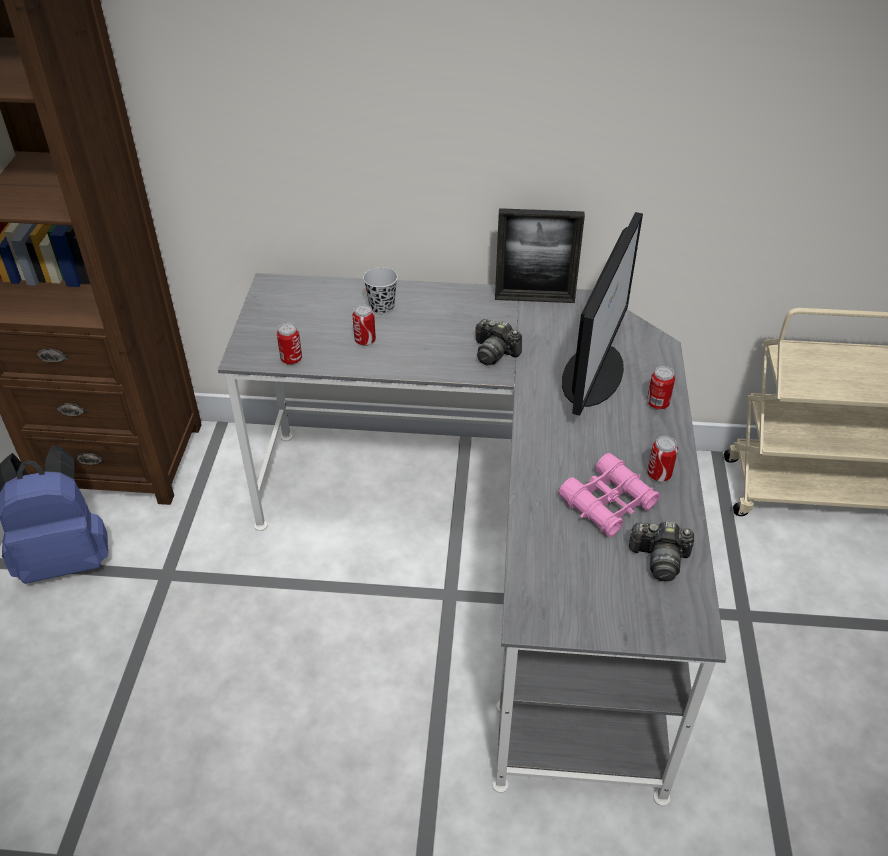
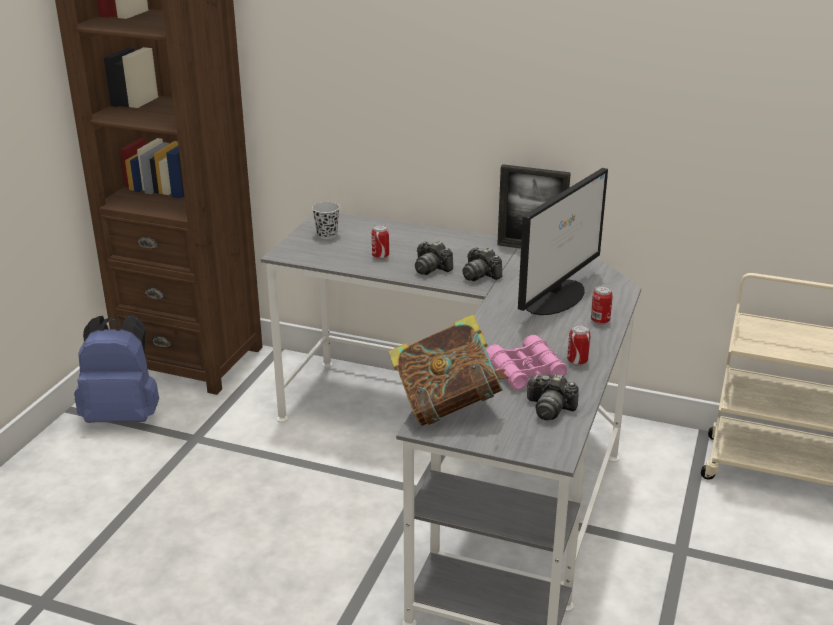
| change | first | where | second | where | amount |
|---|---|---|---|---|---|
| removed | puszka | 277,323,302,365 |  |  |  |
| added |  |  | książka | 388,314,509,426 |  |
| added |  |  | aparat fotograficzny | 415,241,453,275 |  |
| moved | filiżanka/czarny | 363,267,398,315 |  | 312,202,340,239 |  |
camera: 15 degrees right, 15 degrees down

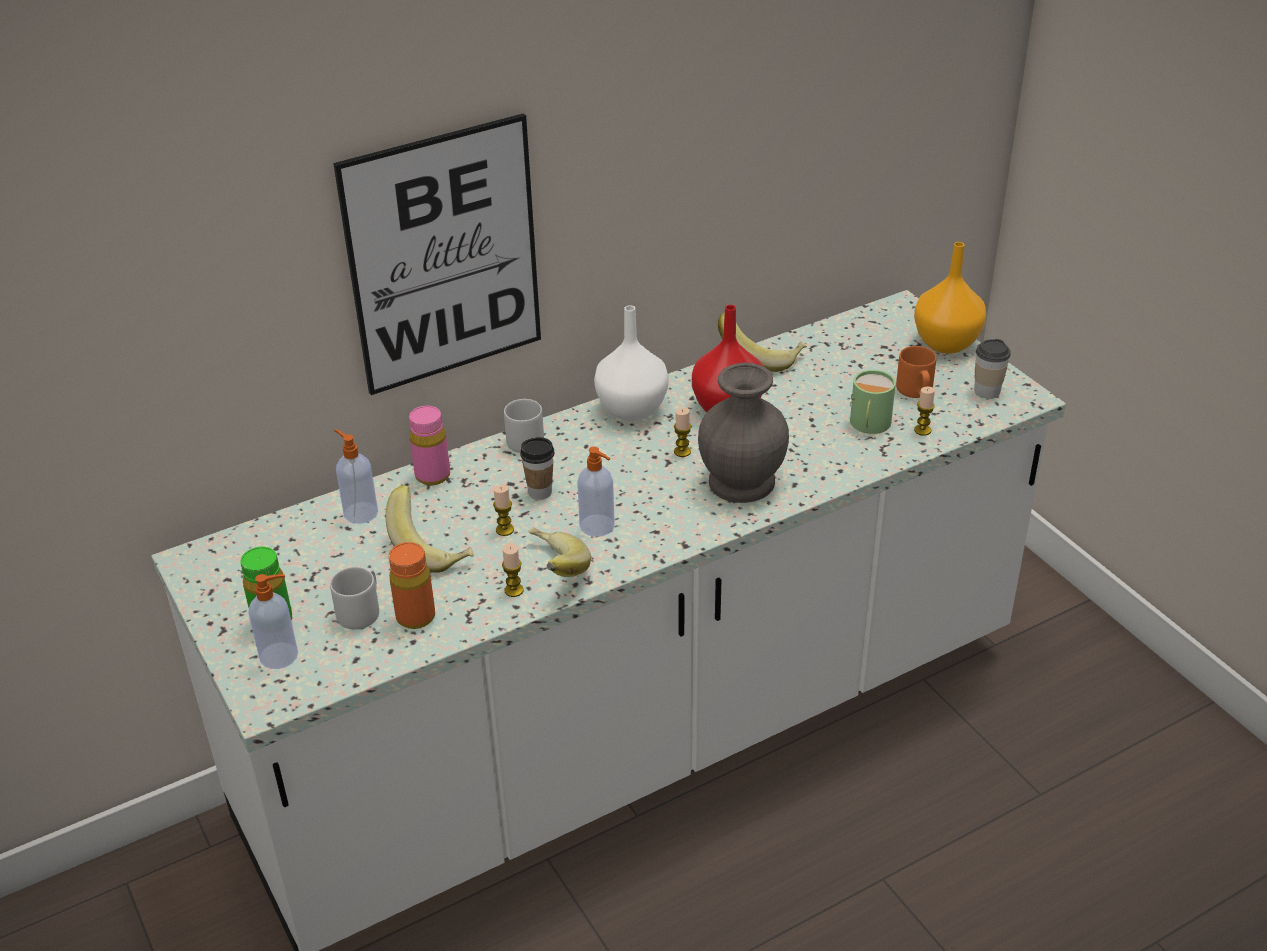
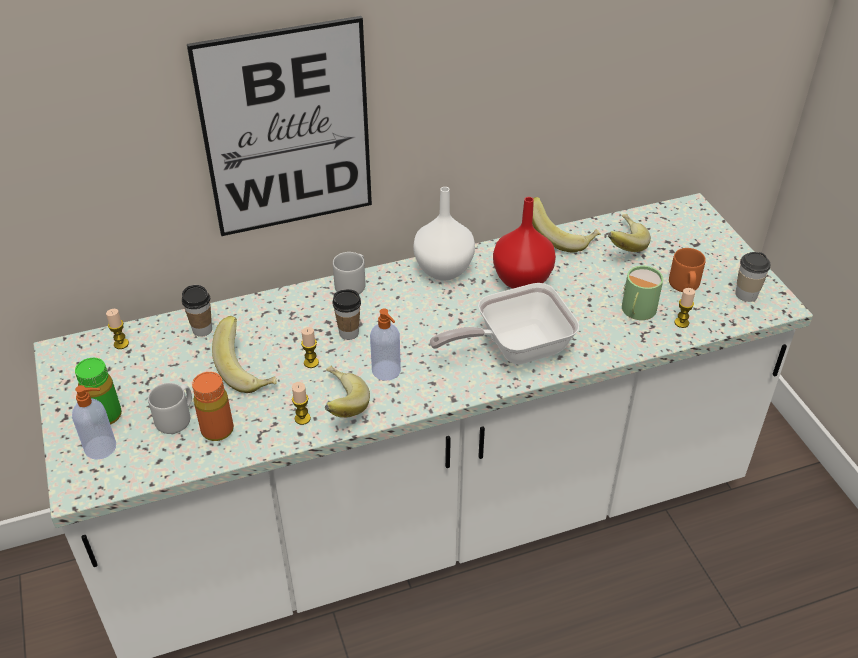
| change | first | where | second | where | amount |
|---|---|---|---|---|---|
| removed | butelka/różowy | 409,406,450,485 |  |  |  |
| removed | wazon/pomarańczowy | 914,242,986,354 |  |  |  |
| added |  |  | banan | 608,214,651,252 |  |
| moved | świeca | 674,408,691,457 |  | 106,309,129,349 |  |
| replaced | dozownik mydła | 334,429,378,524 | filiżanka | 182,285,212,337 |  |
| replaced | wazon/szary | 698,363,789,503 | patelnia | 430,283,579,365 |  |
camera: 10 degrees right, 5 degrees up

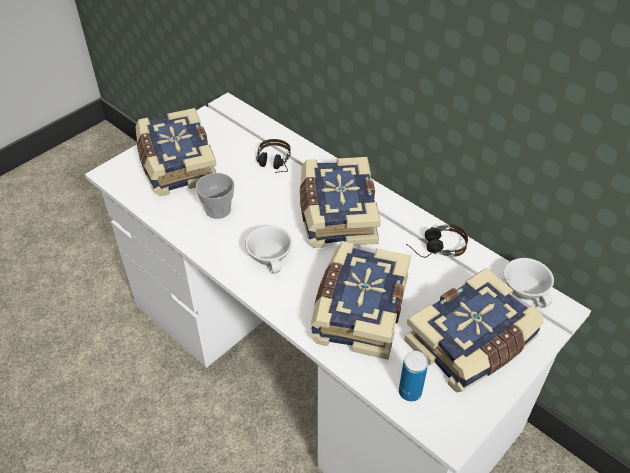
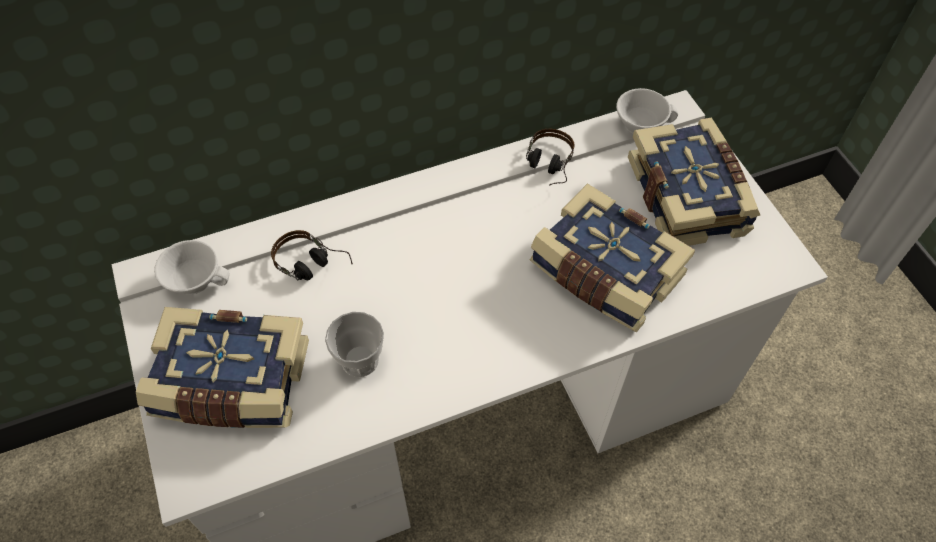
| change | first | where | second | where | amount |
|---|---|---|---|---|---|
| removed | książka | 300,157,381,248 |  |  |  |
| removed | puszka | 399,351,428,402 |  |  |  |
| moved | filiżanka/biały | 245,226,292,274 |  | 154,240,230,295 |  |
camera: 65 degrees left, 10 degrees up

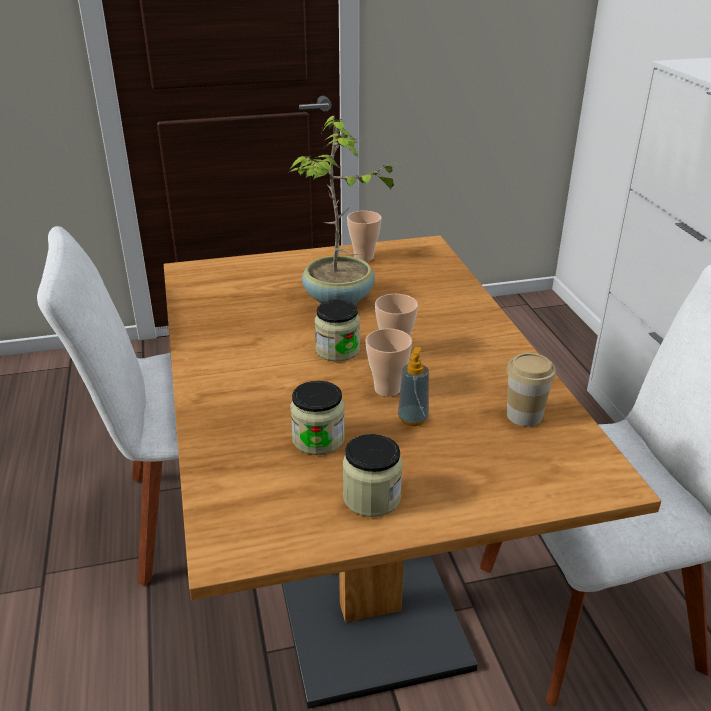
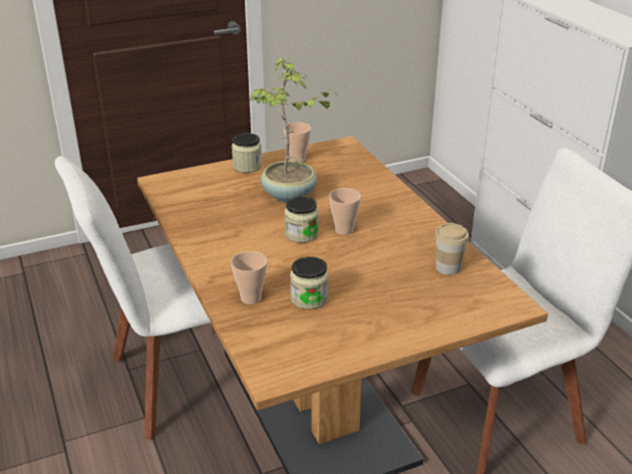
| change | first | where | second | where | amount |
|---|---|---|---|---|---|
| removed | dozownik mydła | 398,347,429,426 |  |  |  |
| moved | słoik | 343,434,403,517 |  | 232,133,262,173 |  |
| moved | filiżanka | 365,328,412,397 |  | 231,251,267,304 |  |
camera: 10 degrees left, 0 degrees up

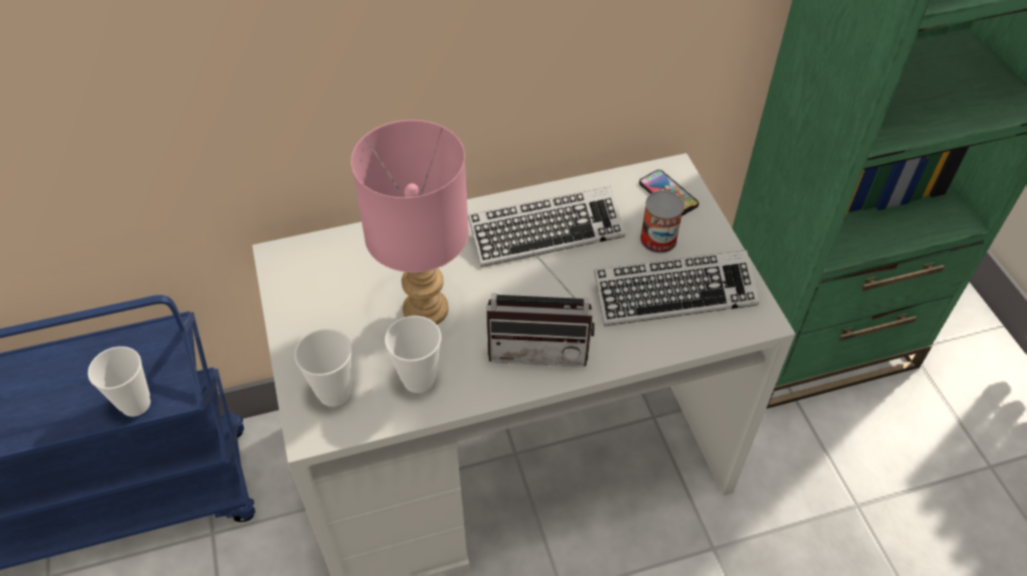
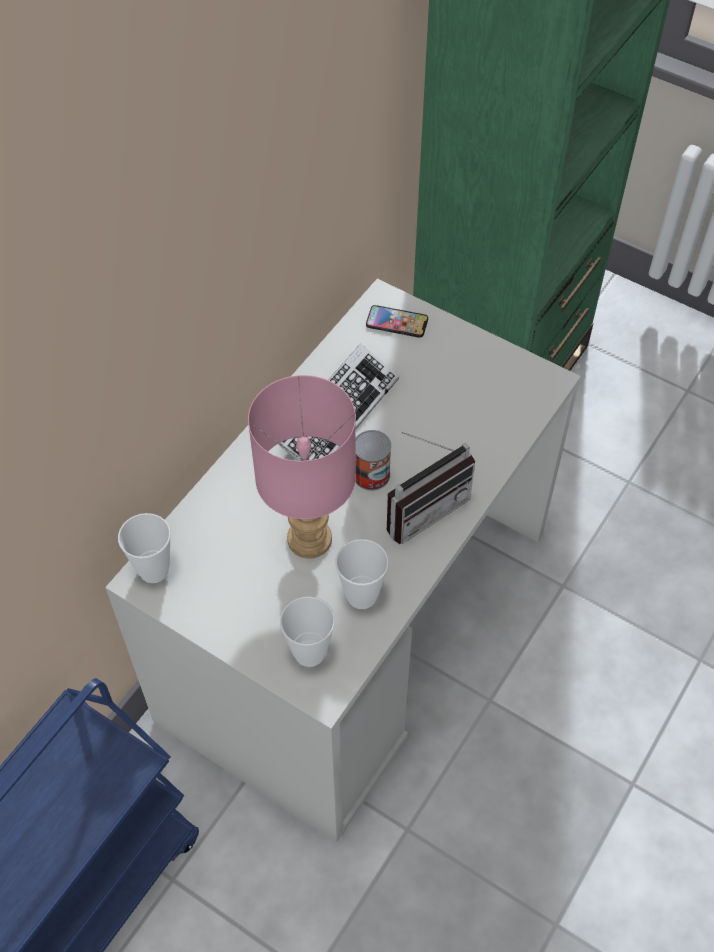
| change | first | where | second | where | amount |
|---|---|---|---|---|---|
| removed | klawiatura | 594,250,759,326 |  |  |  |
| moved | filiżanka | 88,346,151,417 |  | 118,513,171,583 |  |
| moved | puszka | 640,191,684,253 |  | 355,430,391,491 |  |
camera: 40 degrees left, 5 degrees up

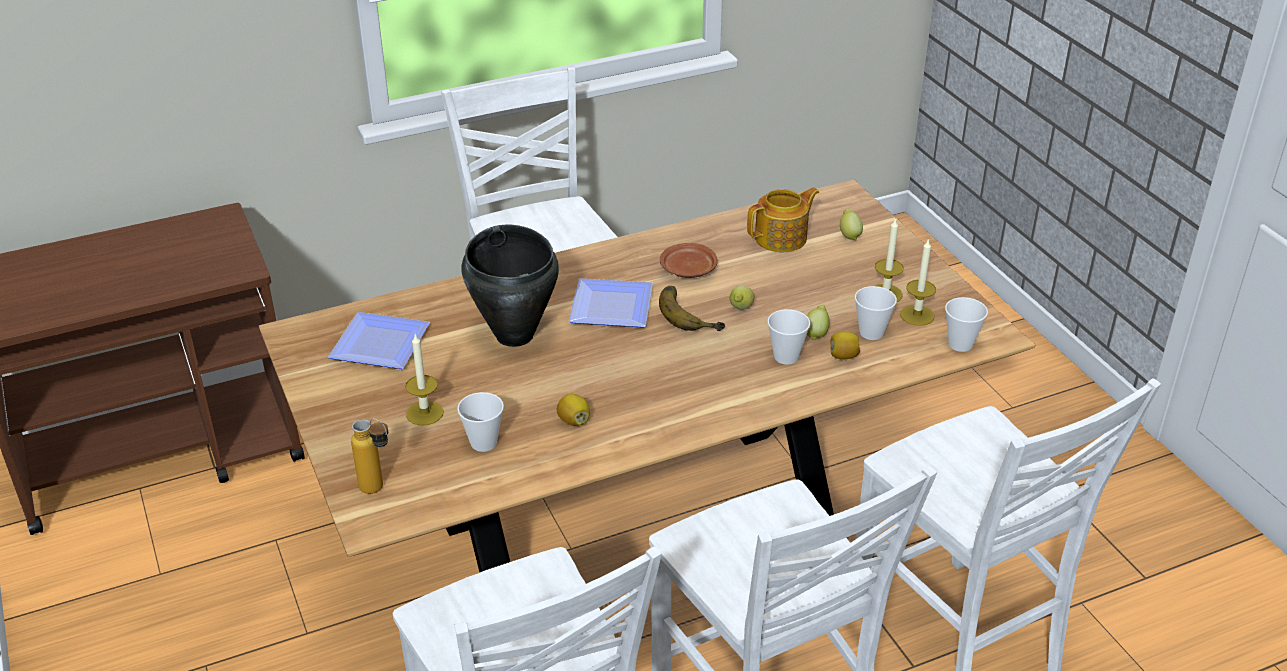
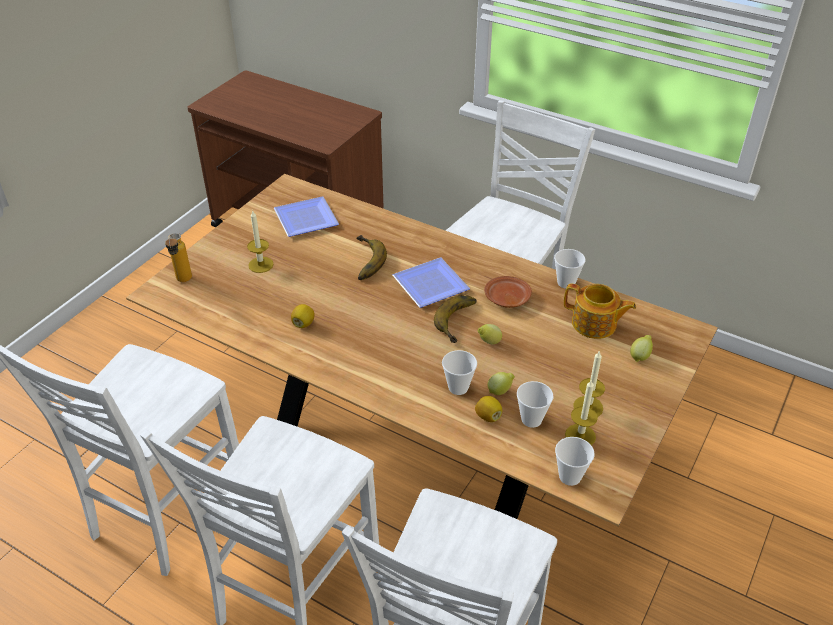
| change | first | where | second | where | amount |
|---|---|---|---|---|---|
| moved | filiżanka | 457,392,504,452 |  | 554,249,586,289 |  |
| replaced | garnek/czarny | 461,225,559,347 | banan | 356,235,387,280 |  |
camera: 55 degrees right, 5 degrees up

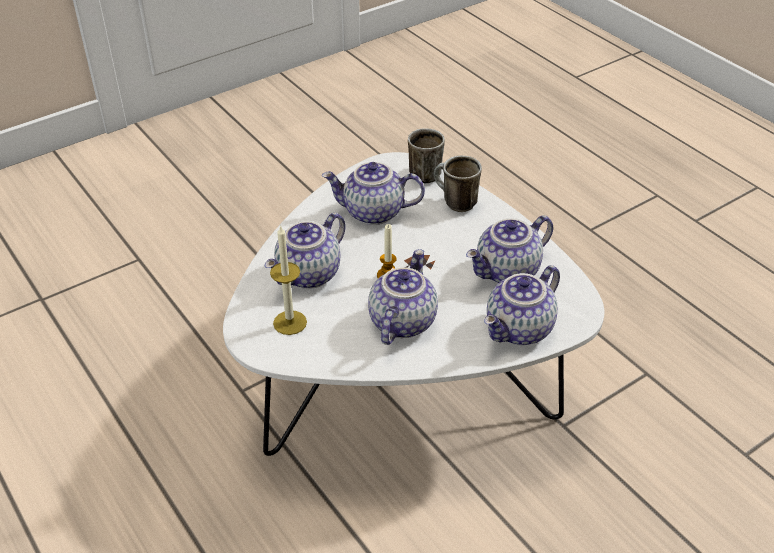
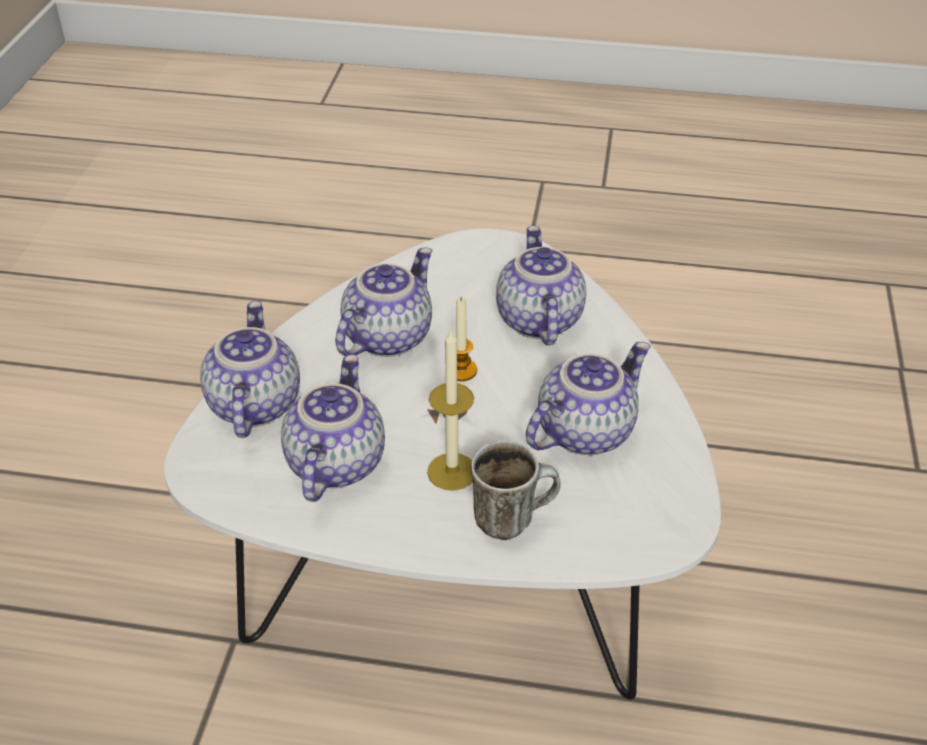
| change | first | where | second | where | amount |
|---|---|---|---|---|---|
| removed | kubek | 408,128,445,183 |  |  |  |
| moved | świeca | 270,225,307,335 |  | 427,330,474,491 |  |
| turned | imbryk | 368,249,438,345 |  | 335,247,433,357 | 120 degrees counterclockwise |
camera: 135 degrees right, 0 degrees up

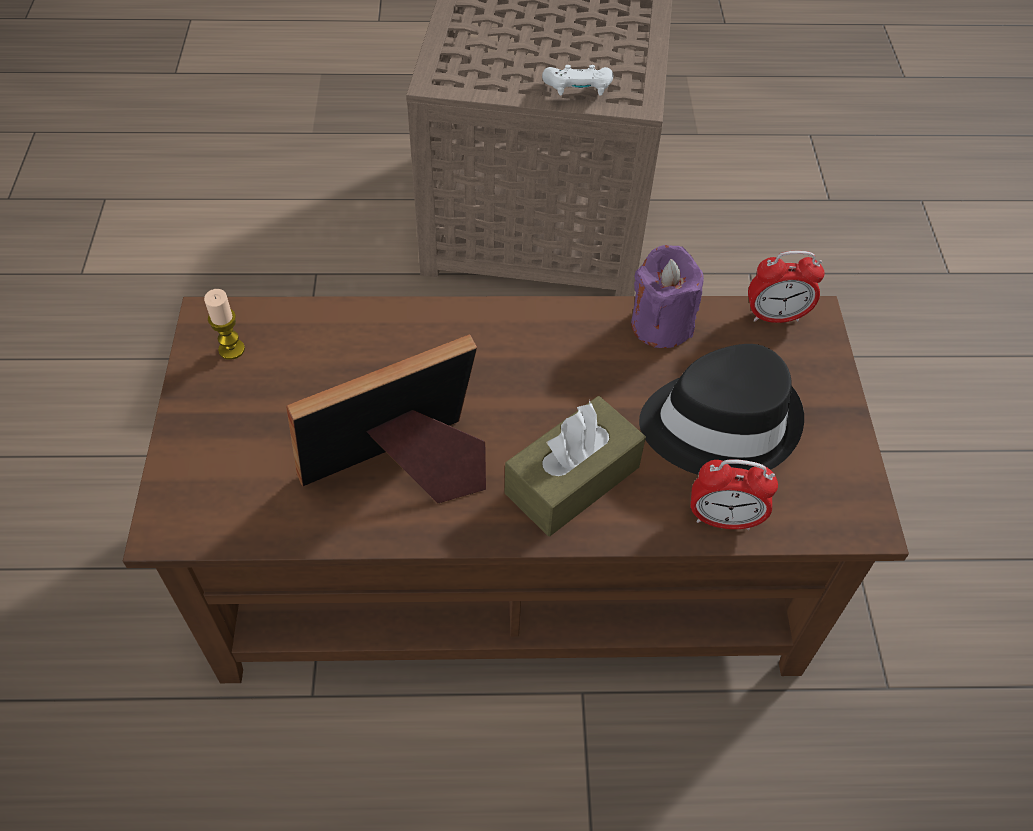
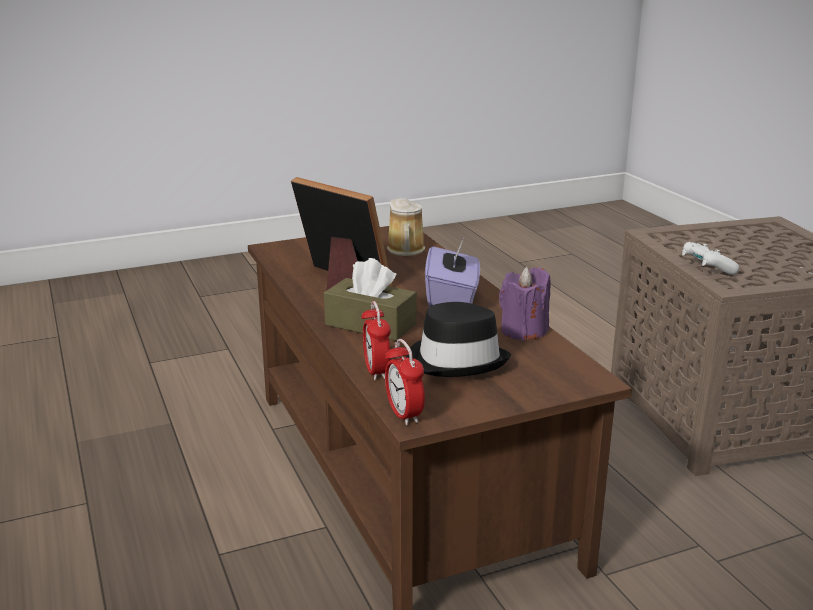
| change | first | where | second | where | amount |
|---|---|---|---|---|---|
| removed | świeca | 204,289,245,360 |  |  |  |
| added |  |  | kubek | 387,198,426,256 |  |
| added |  |  | pudełko chusteczek/fioletowy | 425,240,480,307 |  |
| moved | budzik | 748,251,825,323 |  | 385,339,425,425 |  |
camera: 70 degrees right, 30 degrees down

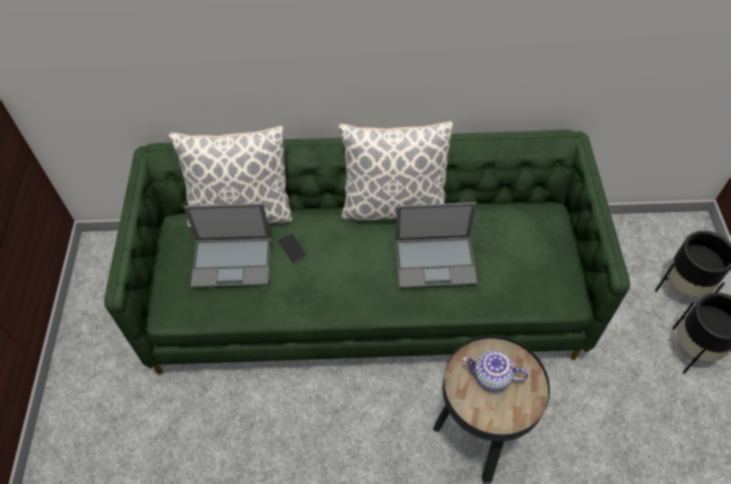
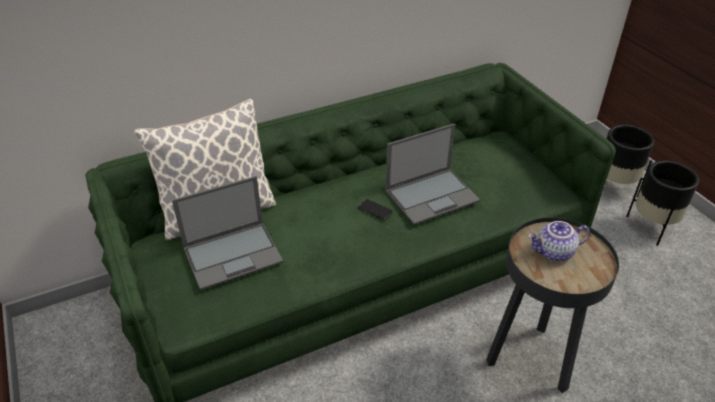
| change | first | where | second | where | amount |
|---|---|---|---|---|---|
| removed | poduszka | 339,121,453,221 |  |  |  |
| moved | telefon | 279,234,306,262 |  | 358,199,393,220 |  |
camera: 25 degrees left, 15 degrees down

